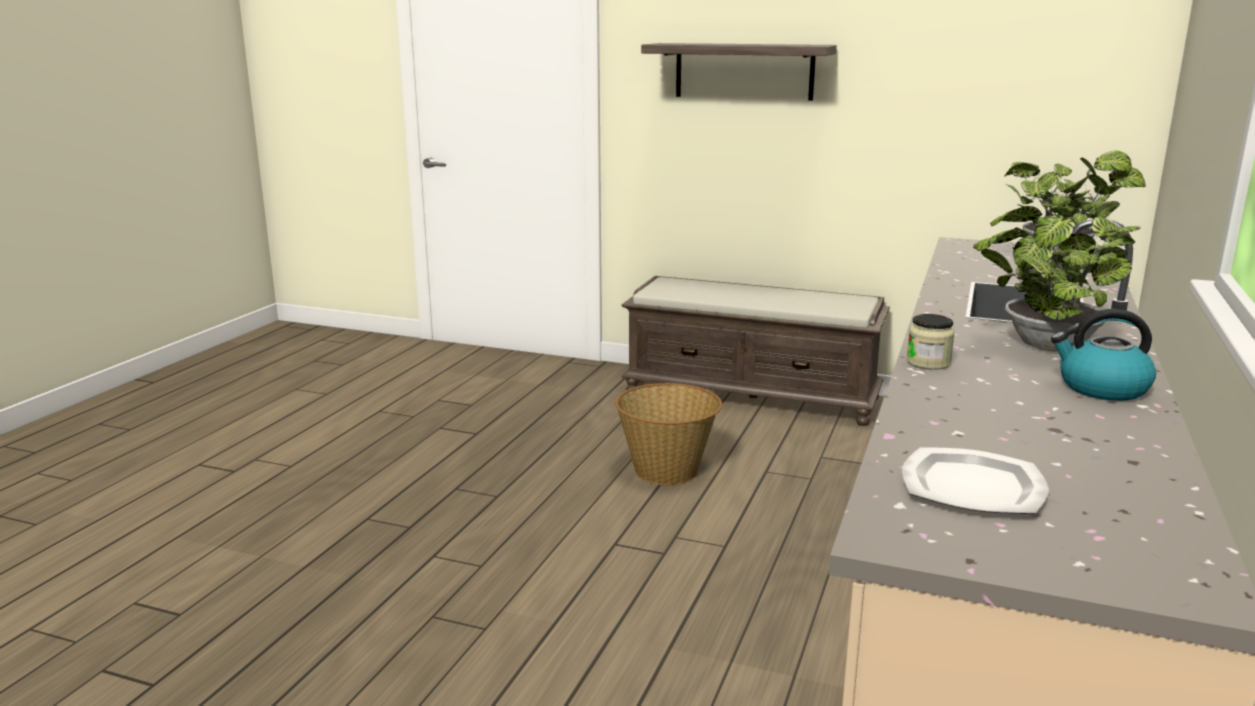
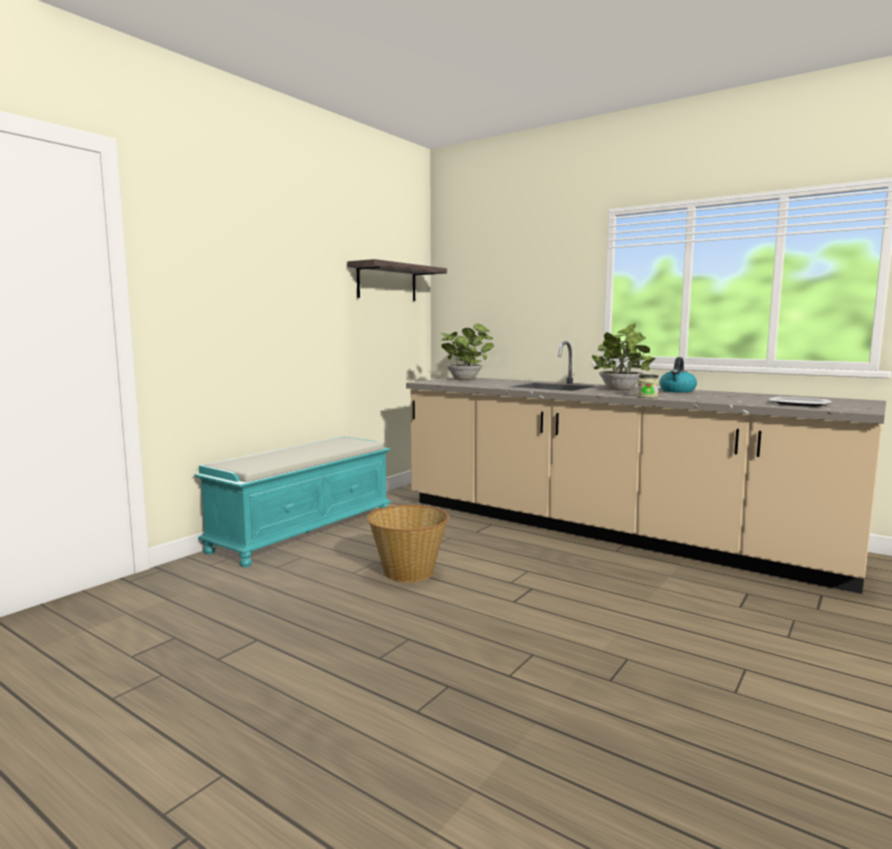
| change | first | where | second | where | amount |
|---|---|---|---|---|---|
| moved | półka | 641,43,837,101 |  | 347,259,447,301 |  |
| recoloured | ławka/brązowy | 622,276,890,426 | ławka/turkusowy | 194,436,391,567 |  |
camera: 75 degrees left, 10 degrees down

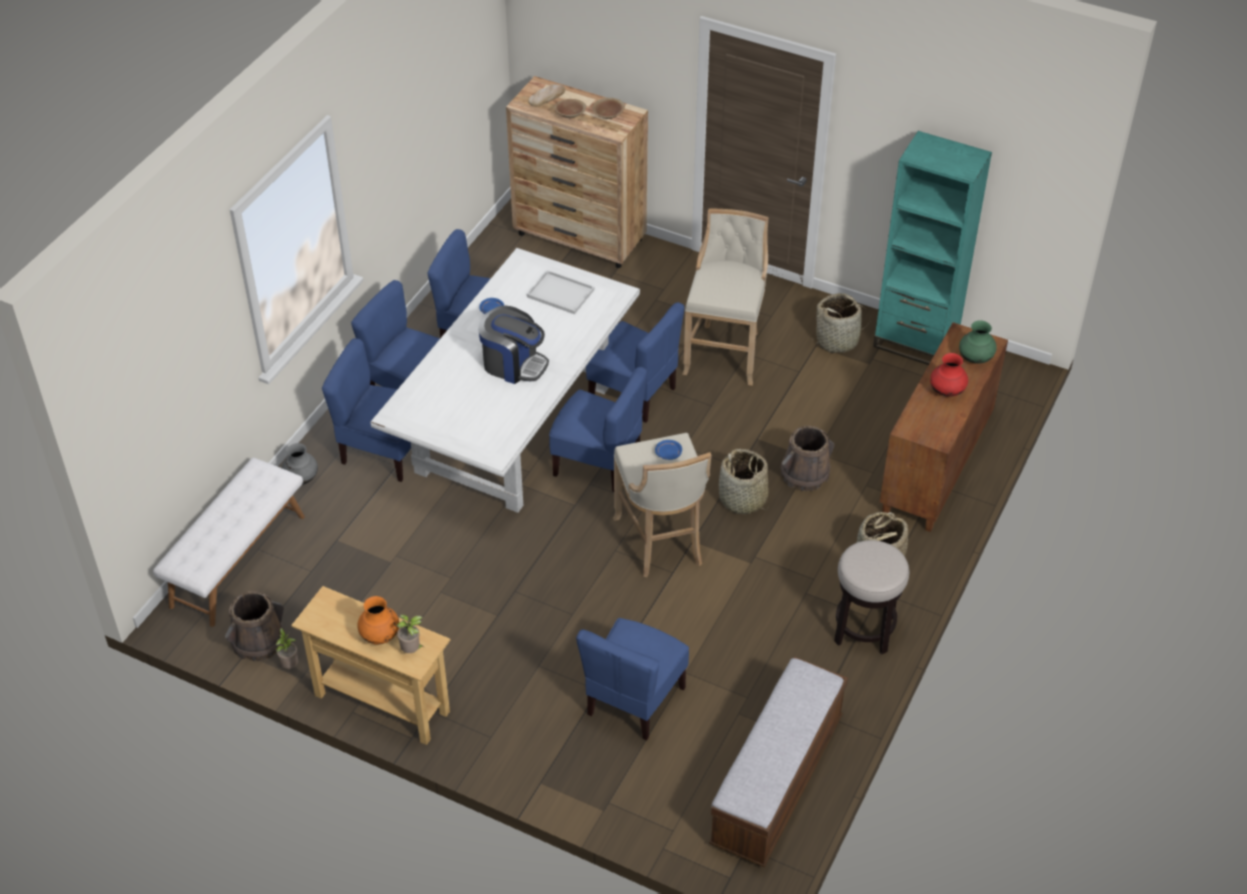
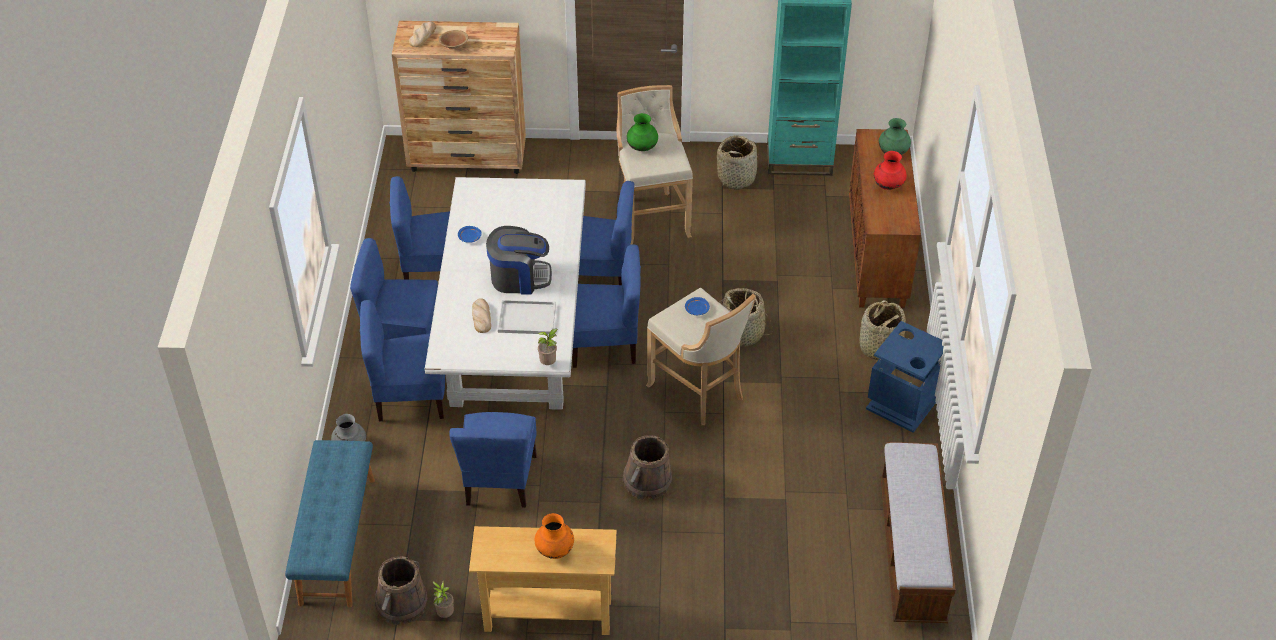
| change | first | where | second | where | amount |
|---|---|---|---|---|---|
| removed | miska/brązowy | 593,98,625,119 |  |  |  |
| added |  |  | chleb | 472,298,491,333 |  |
| added |  |  | wazon/zielony | 627,113,658,151 |  |
| moved | roślina doniczkowa | 396,615,424,653 |  | 538,328,558,365 |  |
| moved | taca/biały | 527,270,594,314 |  | 498,300,556,334 |  |
| moved | krzesło/niebieski | 576,618,689,740 |  | 449,412,537,508 |  |
| moved | wiadro/brązowy | 780,426,834,491 |  | 622,435,672,500 |  |
| replaced | stołek | 834,540,909,655 | kosz na śmieci/niebieski | 866,321,944,433 |  |
| recoloured | ławka/biały | 153,458,305,627 | ławka/niebieski | 285,440,375,608 |  |
camera: 25 degrees left, 0 degrees up

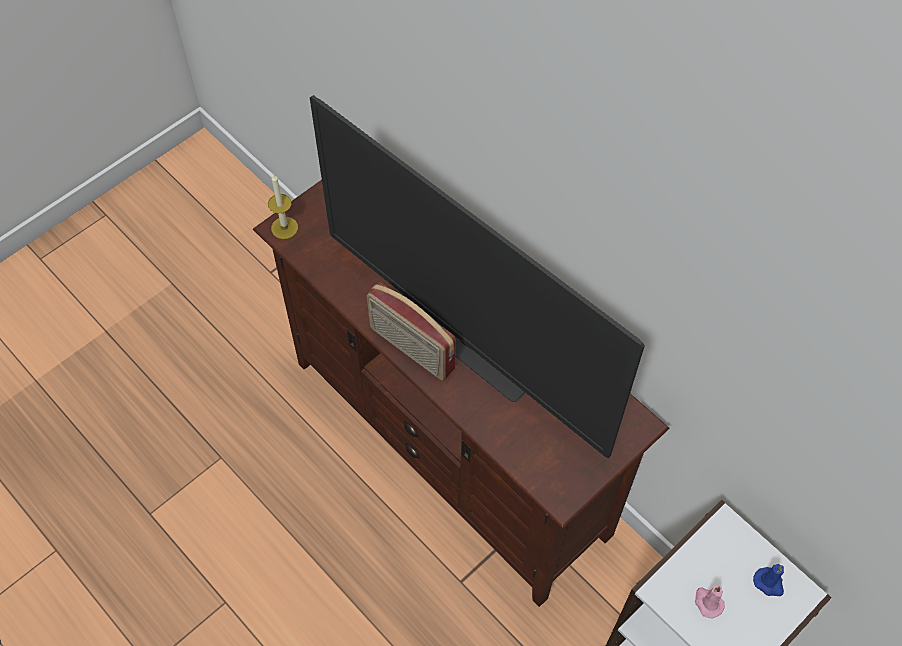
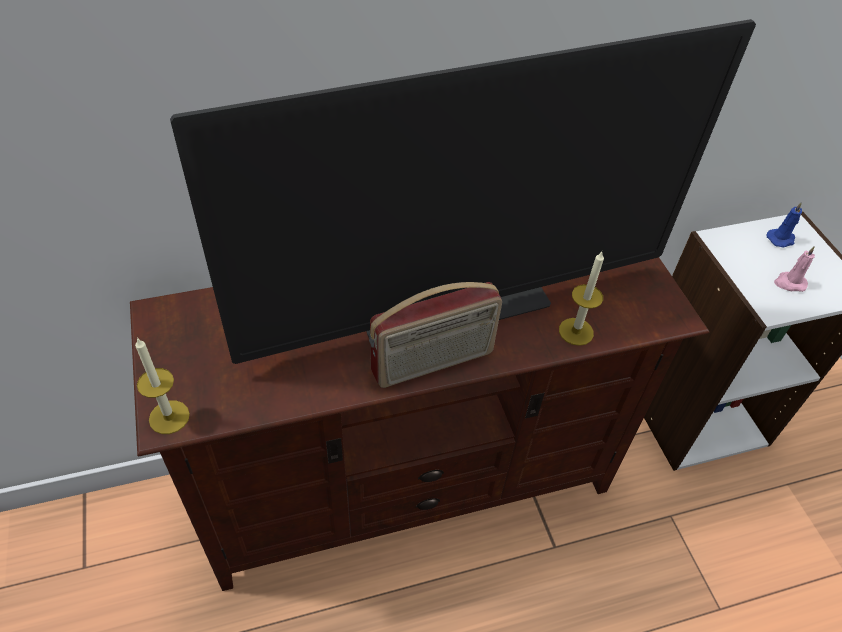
| change | first | where | second | where | amount |
|---|---|---|---|---|---|
| added |  |  | świeca | 559,252,604,346 |  |
camera: 65 degrees left, 10 degrees down

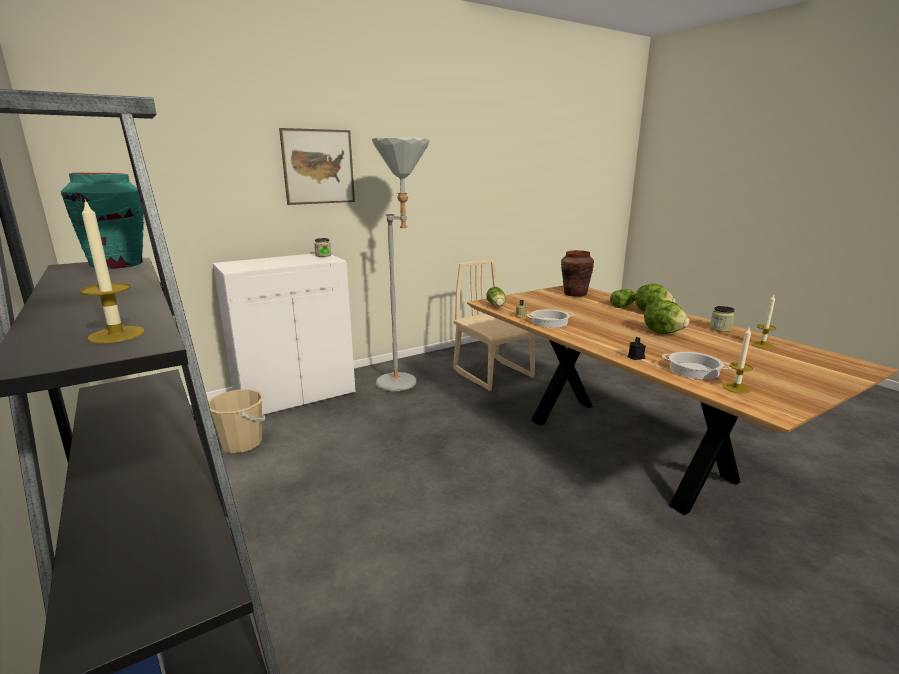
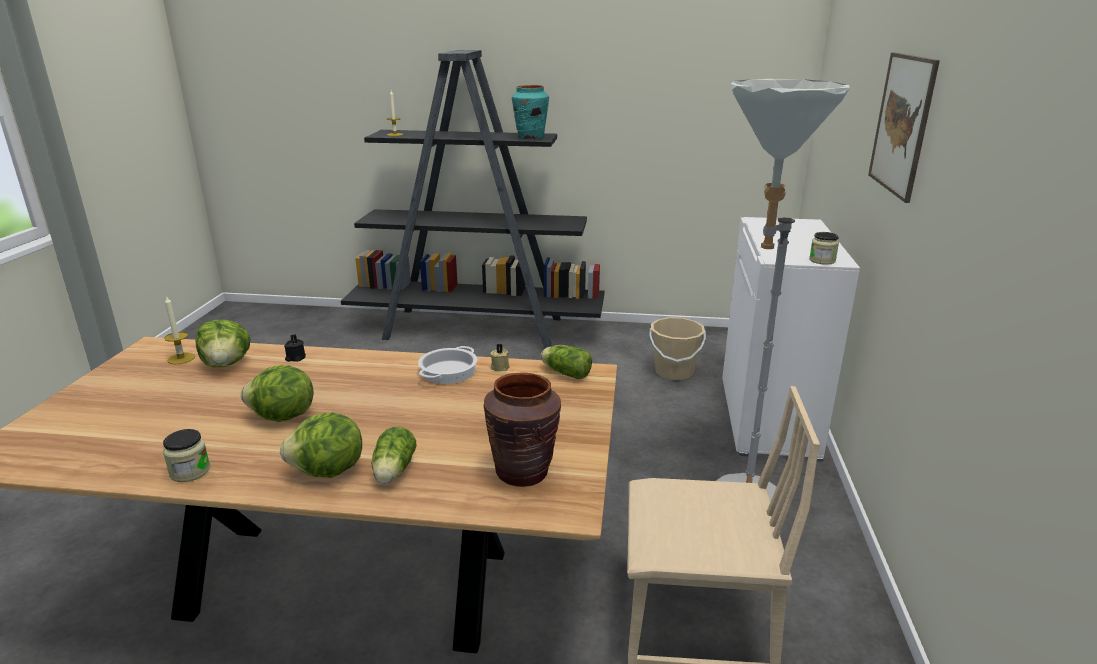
| change | first | where | second | where | amount |
|---|---|---|---|---|---|
| removed | świeca | 752,295,776,349 |  |  |  |
| replaced | garnek | 662,352,731,379 | sałata | 195,320,250,367 |  |
camera: 130 degrees right, 5 degrees up

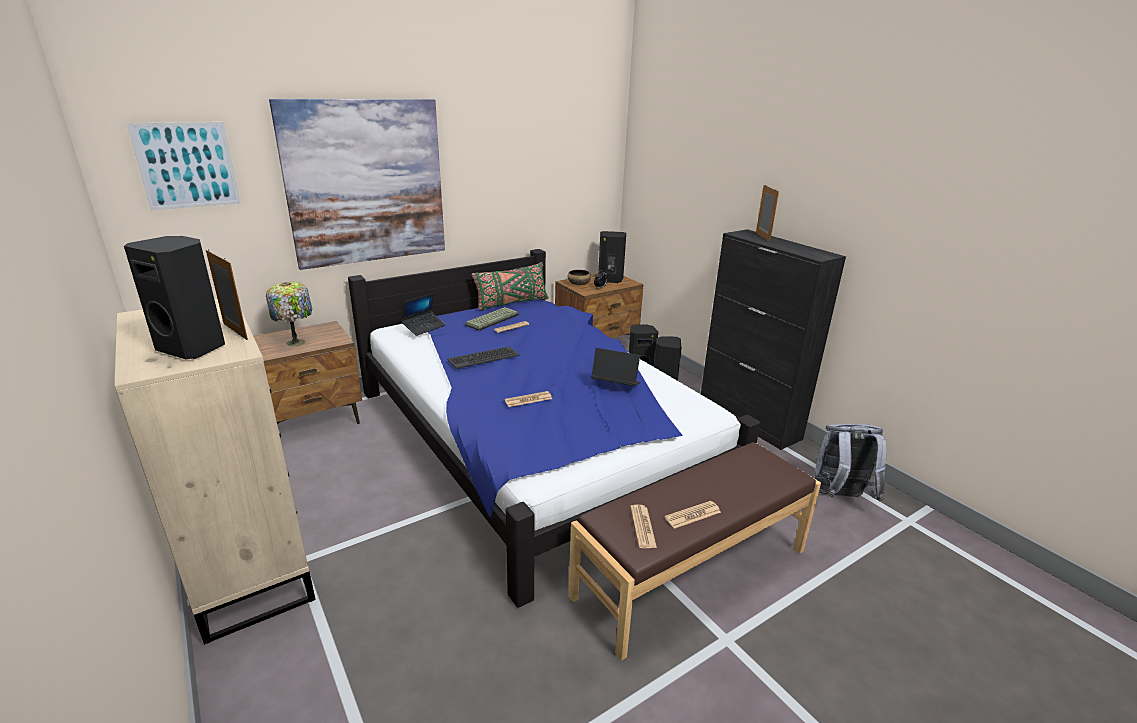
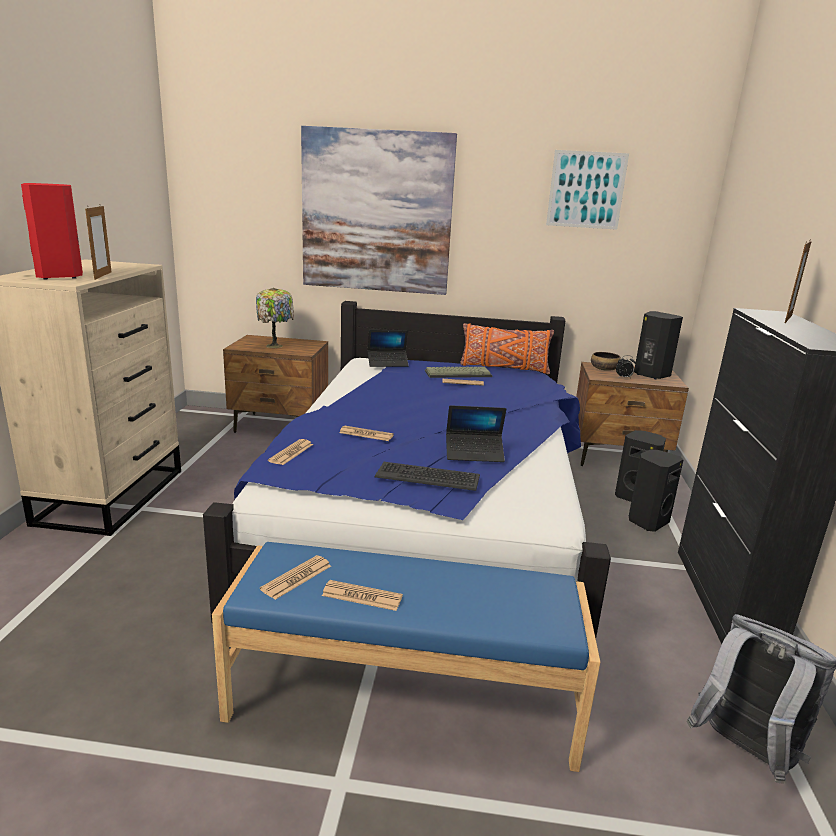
| change | first | where | second | where | amount |
|---|---|---|---|---|---|
| added |  |  | gazeta | 268,439,313,465 |  |
| moved | obraz | 127,122,240,210 |  | 546,150,629,230 |  |
| moved | klawiatura | 447,346,519,369 |  | 375,462,480,491 |  |
| recoloured | głośnik/czarny | 124,236,225,359 | głośnik/czerwony | 21,183,83,280 |  |
| recoloured | poduszka/zielony | 471,262,548,311 | poduszka/pomarańczowy | 460,323,554,374 |  |
| recoloured | ławka/brązowy | 568,442,821,661 | ławka/niebieski | 212,542,600,772 |  |
| turned | laptop | 591,348,641,386 |  | 446,405,506,462 | 120 degrees clockwise |
camera: 40 degrees right, 5 degrees down

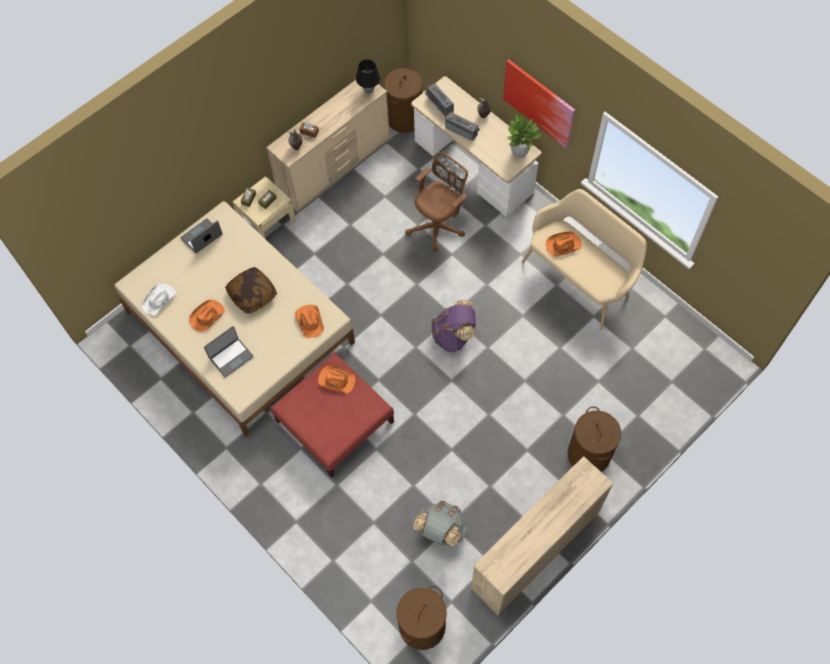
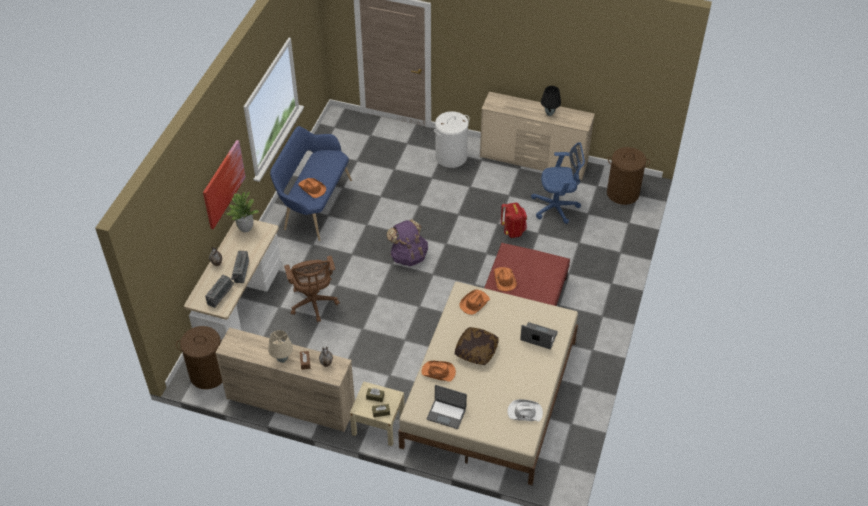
| change | first | where | second | where | amount |
|---|---|---|---|---|---|
| added |  |  | lampa stołowa/beżowy | 268,330,293,363 |  |
| added |  |  | plecak/czerwony | 501,203,527,238 |  |
| moved | kapelusz/pomarańczowy | 189,299,225,332 |  | 421,361,456,382 |  |
| moved | lampa stołowa/czarny | 356,59,380,93 |  | 541,86,561,116 |  |
| replaced | plecak/szary | 413,501,467,546 | krzesło biurowe/niebieski | 531,142,585,224 |  |
| recoloured | ławka/beżowy | 522,189,647,330 | ławka/niebieski | 270,126,352,241 |  |
| recoloured | kosz na pranie/brązowy | 568,406,621,472 | kosz na pranie/biały | 434,111,469,168 |  |
| turned | krzesło biurowe/brązowy | 405,152,468,252 |  | 284,256,340,322 | 120 degrees counterclockwise |
camera: 120 degrees left, 15 degrees down

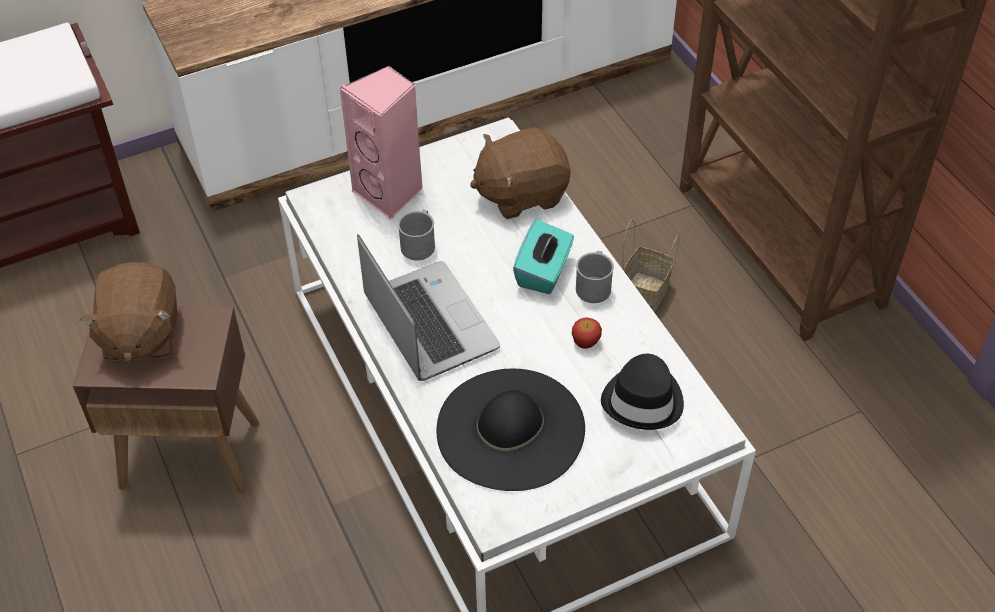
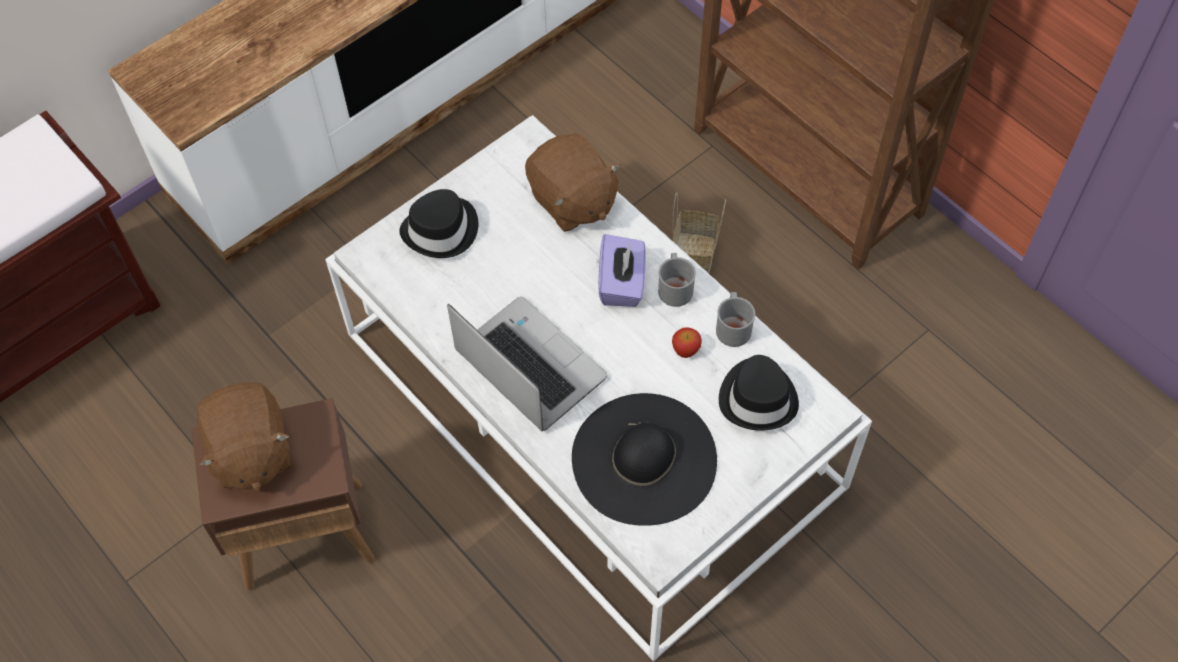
| change | first | where | second | where | amount |
|---|---|---|---|---|---|
| moved | kubek/szary | 398,210,435,260 |  | 716,292,755,347 |  |
| replaced | głośnik/różowy | 339,66,423,220 | kapelusz/czarny | 399,189,478,258 |  |
| recoloured | pudełko chusteczek/turkusowy | 513,219,574,294 | pudełko chusteczek/fioletowy | 598,234,646,307 |  |
| turned | pluszak/brązowy | 470,128,571,219 |  | 525,133,621,232 | 90 degrees counterclockwise |
camera: 15 degrees left, 10 degrees up

